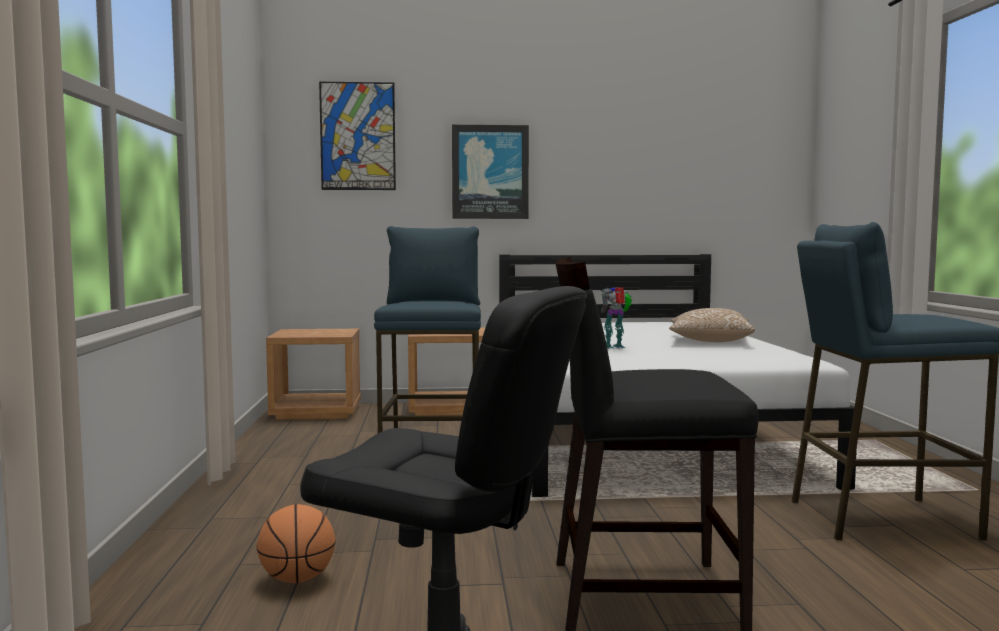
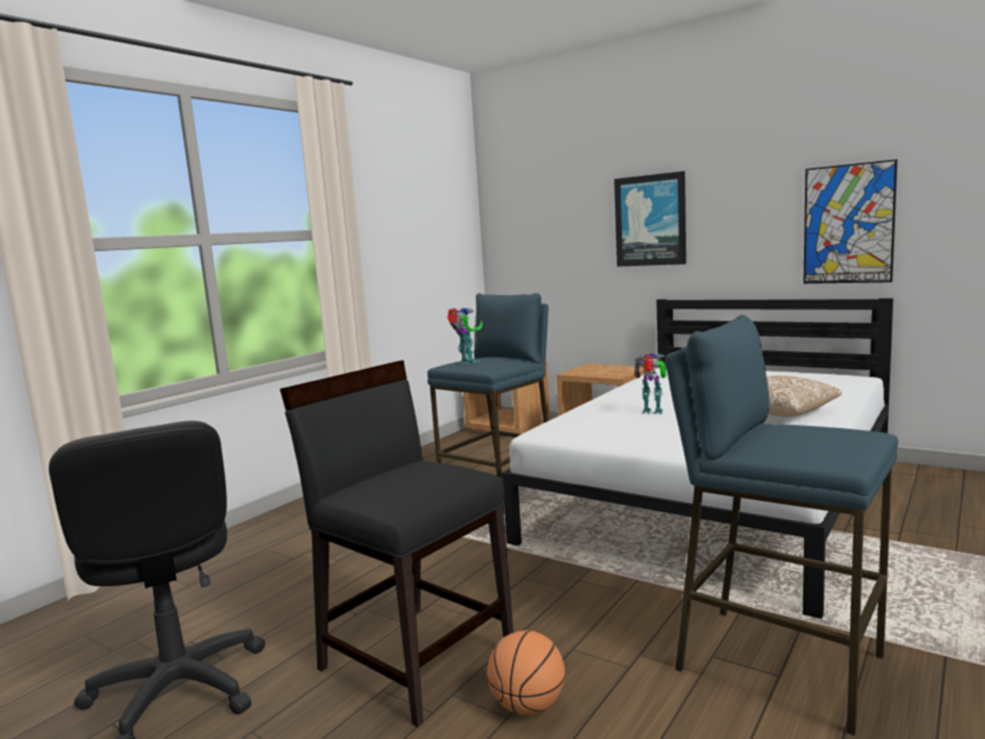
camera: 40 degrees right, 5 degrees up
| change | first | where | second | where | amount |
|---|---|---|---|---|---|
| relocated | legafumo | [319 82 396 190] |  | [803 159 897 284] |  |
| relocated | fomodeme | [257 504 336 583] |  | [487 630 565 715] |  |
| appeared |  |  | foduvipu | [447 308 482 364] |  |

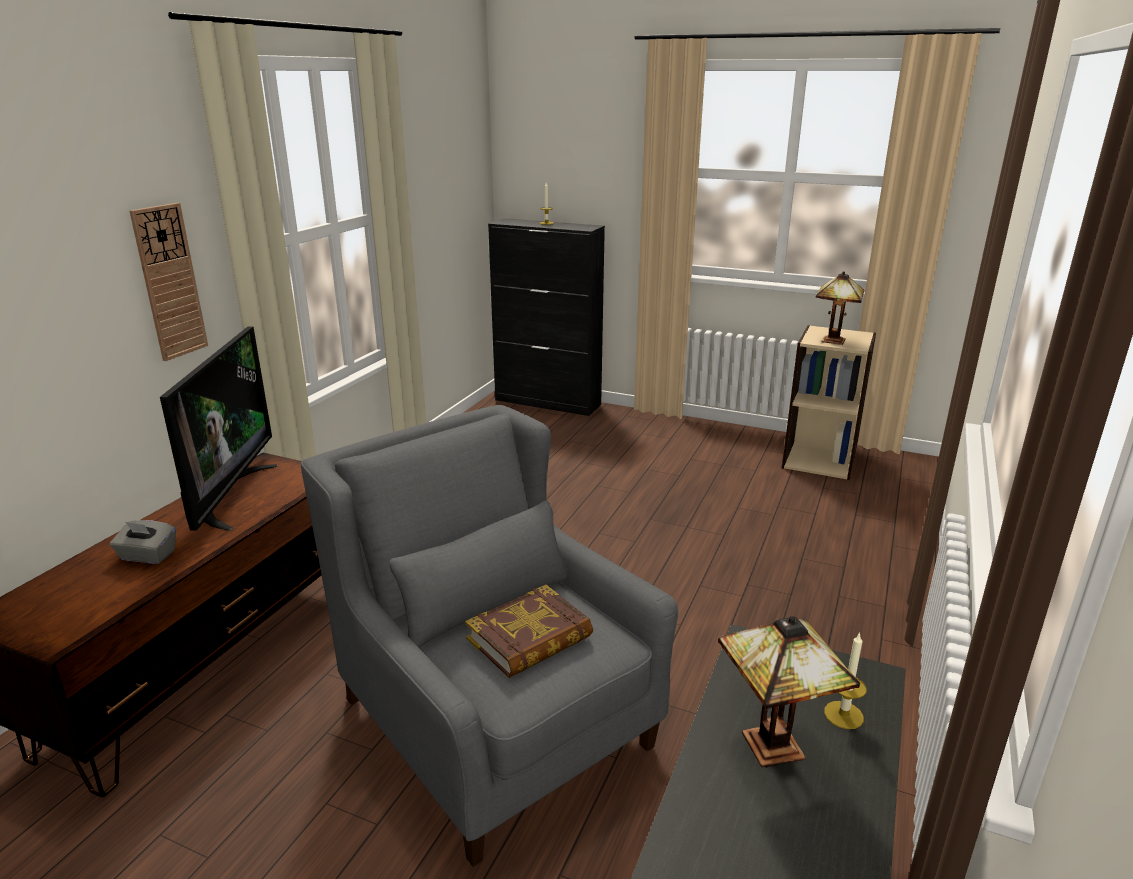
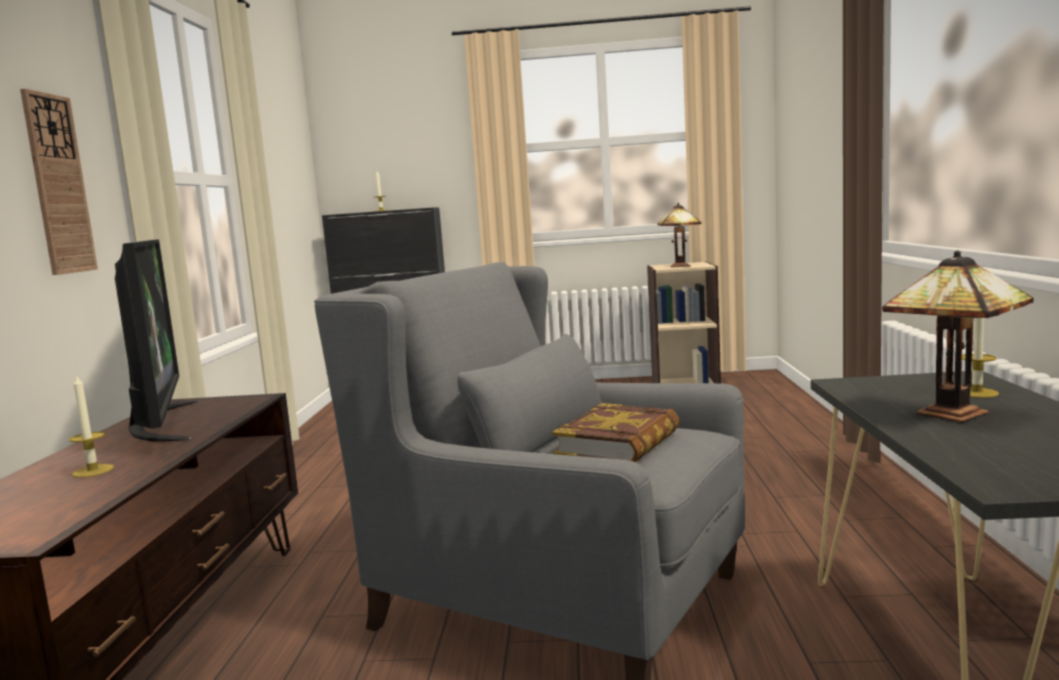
camera: 20 degrees left, 15 degrees down
| change | first | where | second | where | amount |
|---|---|---|---|---|---|
| exchanged | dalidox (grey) | [110 520 176 564] | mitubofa | [69 374 114 478] |  |

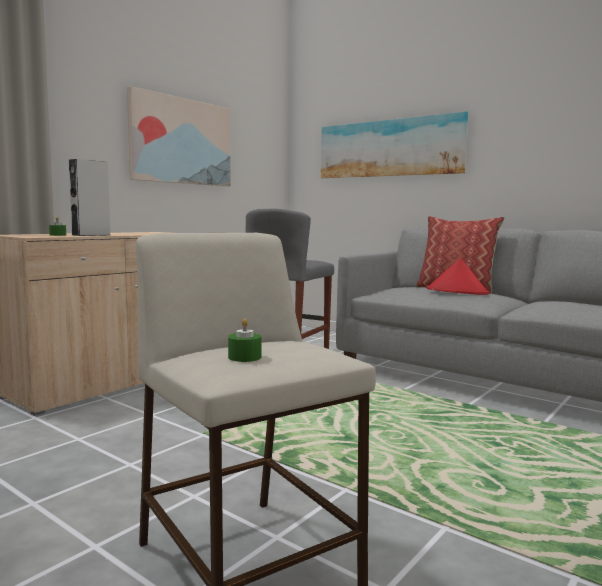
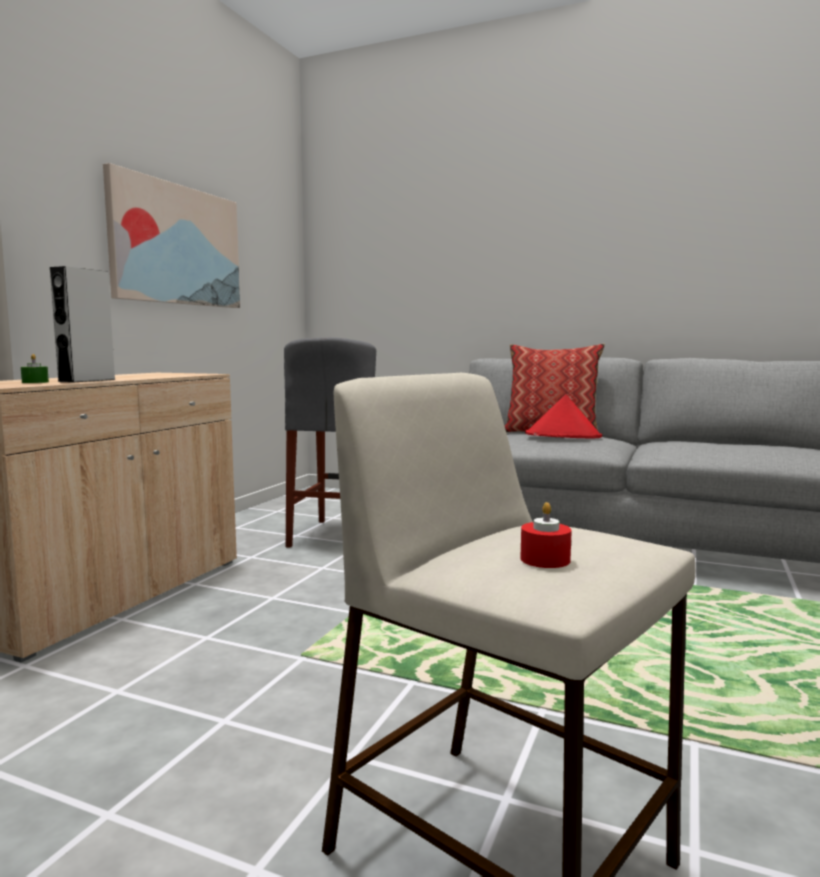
camera: 15 degrees left, 0 degrees up
| change | first | where | second | where | amount |
|---|---|---|---|---|---|
| missing | legafumo | [321 111 468 178] |  |  |  |
| colour | mitubofa (green) | [228 318 262 362] | mitubofa (red) | [520 502 572 568] |  |

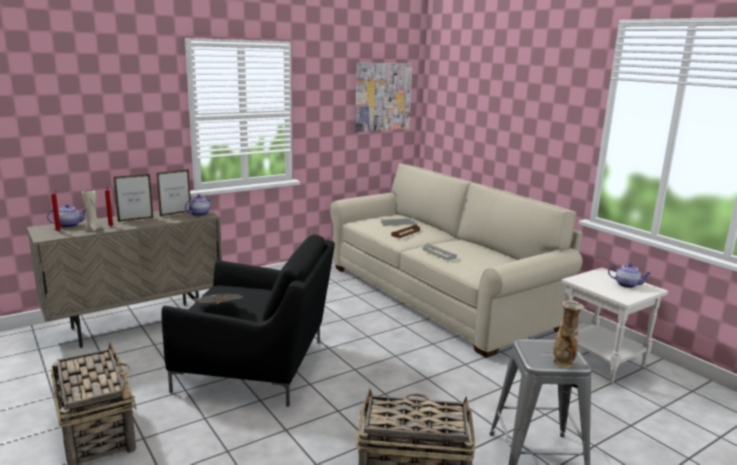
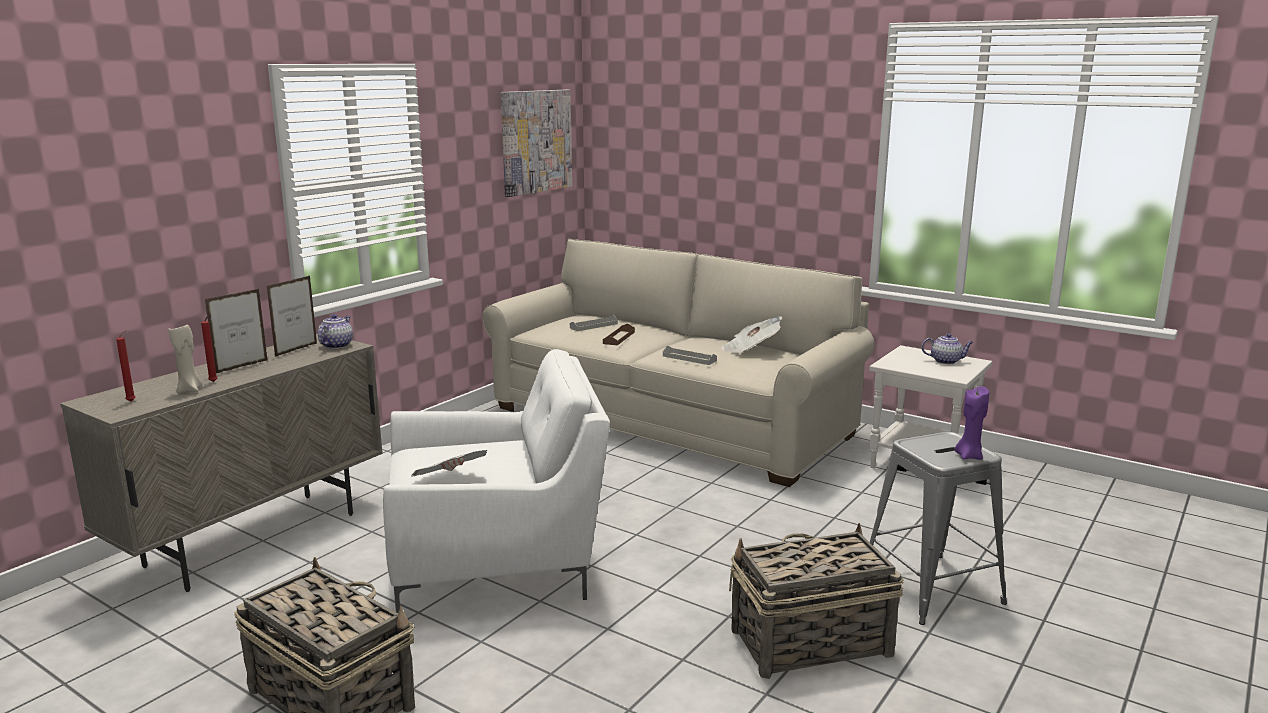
camera: 20 degrees left, 0 degrees up
| change | first | where | second | where | amount |
|---|---|---|---|---|---|
| missing | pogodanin | [47 204 86 228] |  |  |  |
| colour | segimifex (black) | [161 234 335 407] | segimifex (white) | [383 349 610 613] |  |
| exchanged | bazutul | [553 300 584 368] | mitubofa (purple) | [955 386 989 460] |  |
| appeared |  |  | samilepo | [721 317 783 354] |  |

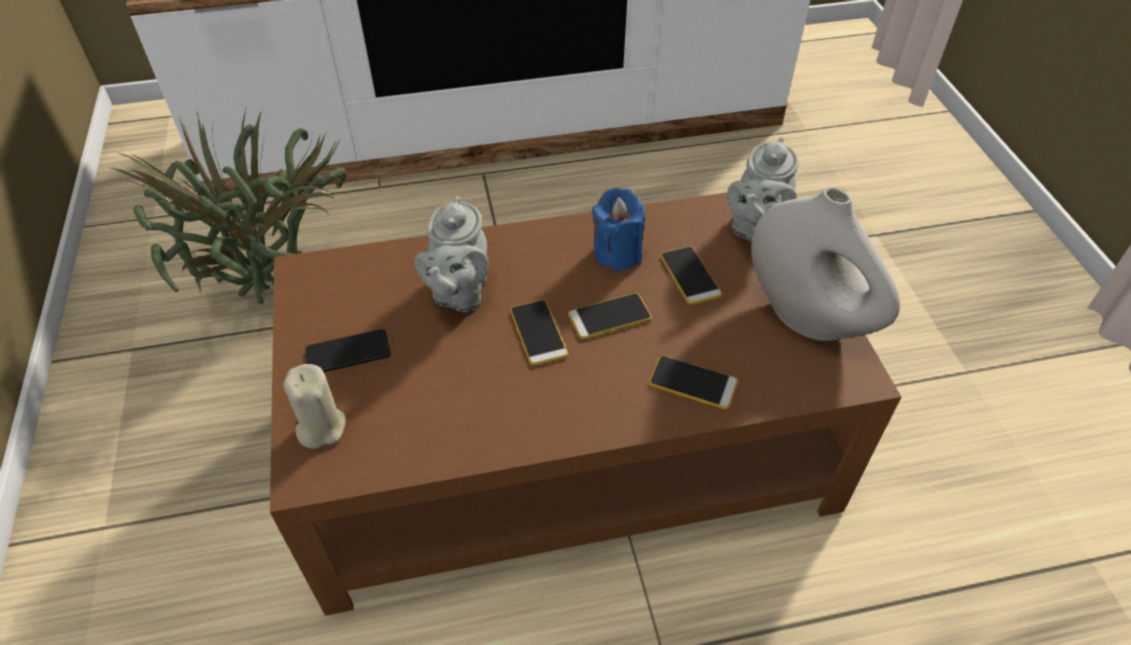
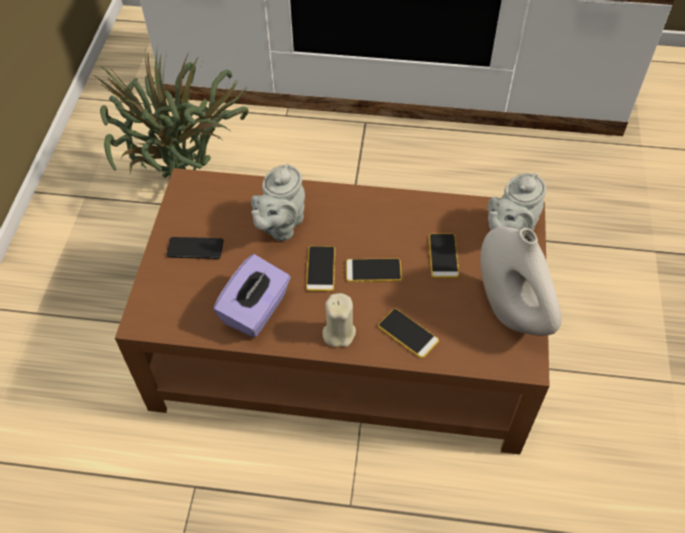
camera: 20 degrees right, 5 degrees up
| change | first | where | second | where | amount |
|---|---|---|---|---|---|
| missing | mitubofa (blue) | [592 188 645 271] |  |  |  |
| relocated | mitubofa (beige) | [283 364 346 449] |  | [322 293 356 347] |  |
| appeared |  |  | dalidox (purple) | [213 254 291 337] |  |

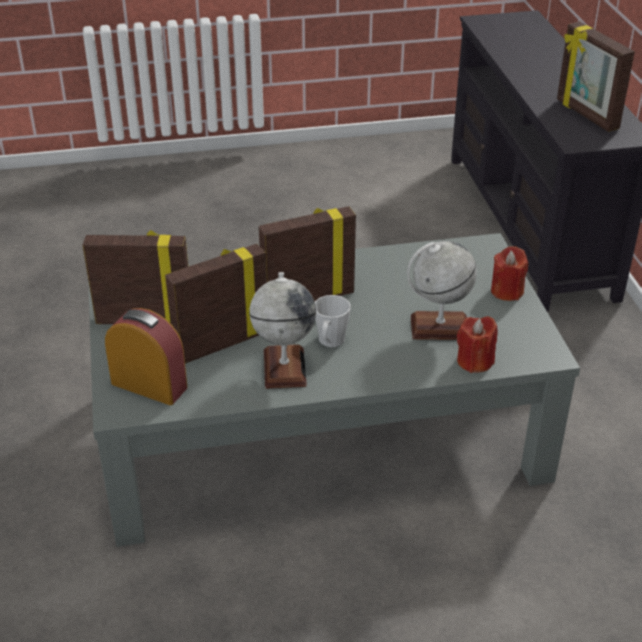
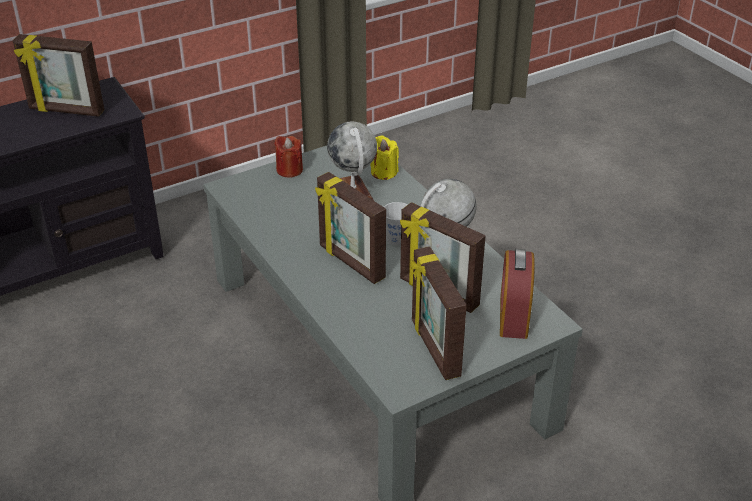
camera: 110 degrees left, 0 degrees up
| change | first | where | second | where | amount |
|---|---|---|---|---|---|
| spun | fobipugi | [557 22 635 132] |  | [13 34 104 117] | 60 degrees clockwise |
| colour | mitubofa (red) | [457 316 498 373] | mitubofa (yellow) | [371 135 399 180] |  |

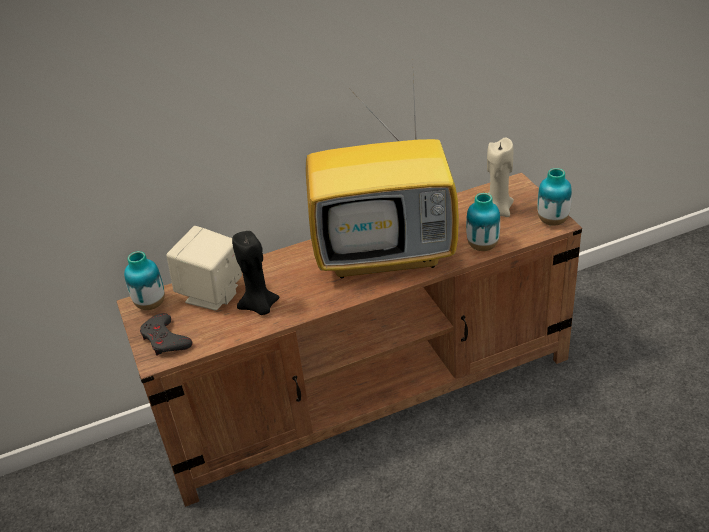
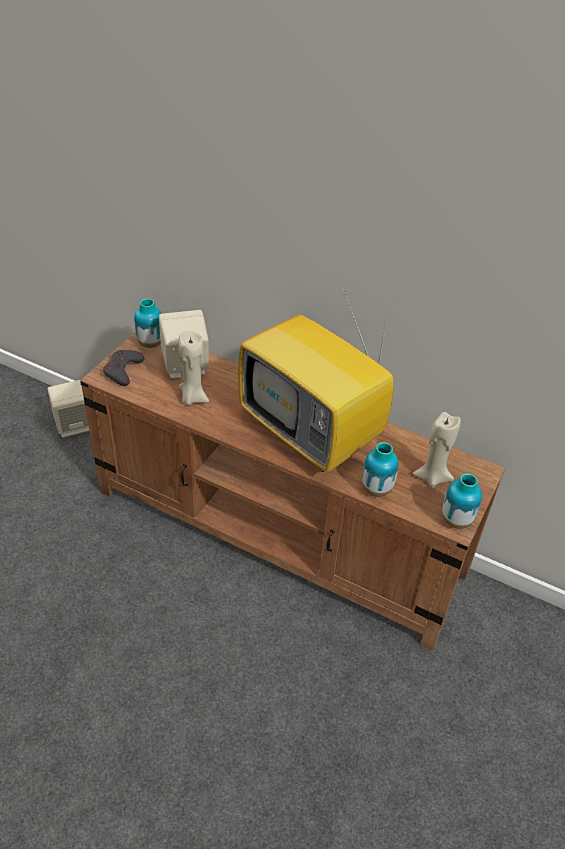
camera: 45 degrees right, 5 degrees up
| change | first | where | second | where | amount |
|---|---|---|---|---|---|
| colour | mitubofa (black) | [232 231 280 315] | mitubofa (beige) | [178 331 209 406] |  |
| appeared |  |  | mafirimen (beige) | [47 380 89 438] |  |

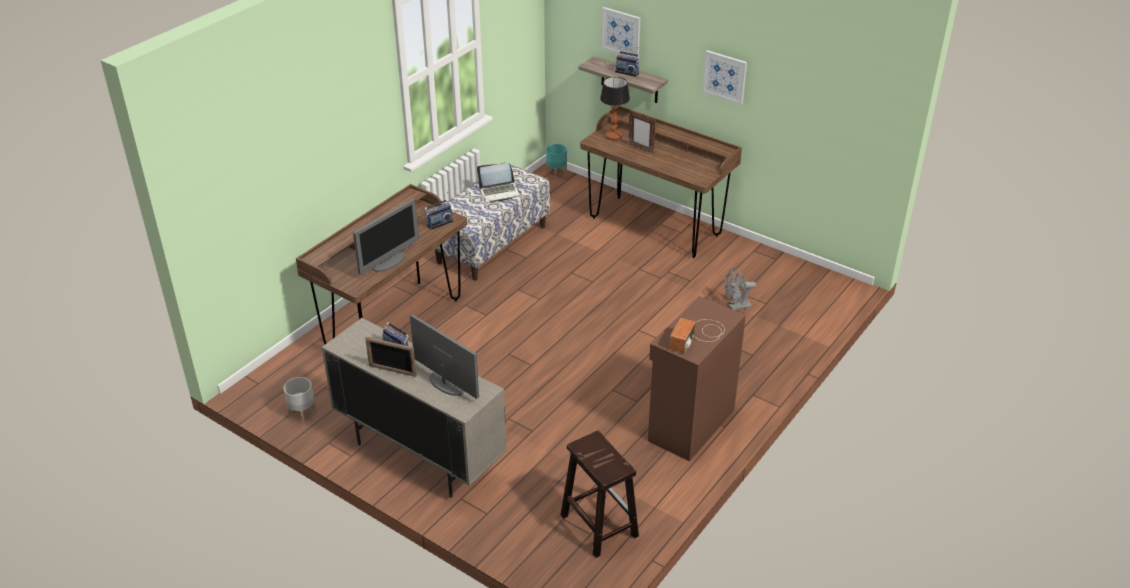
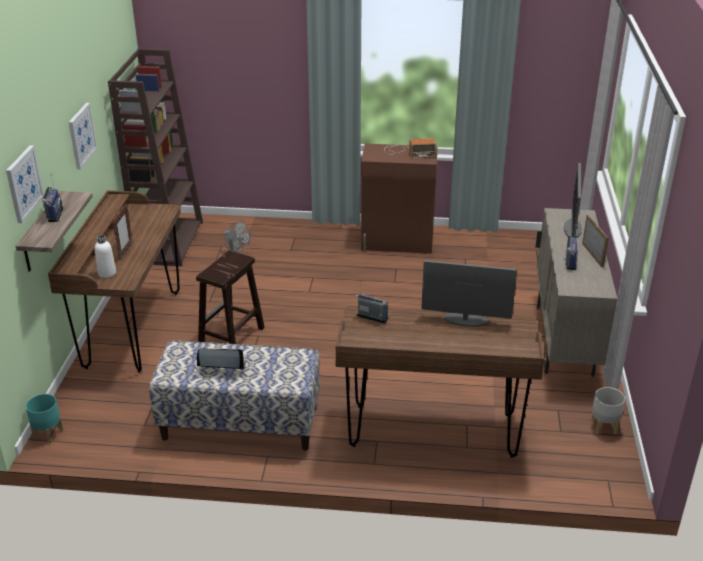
camera: 120 degrees left, 5 degrees down
| change | first | where | second | where | amount |
|---|---|---|---|---|---|
| exchanged | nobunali | [600 77 630 140] | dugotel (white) | [95 235 116 278] |  |
| spun | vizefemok | [477 163 522 202] |  | [197 348 246 370] | 45 degrees counterclockwise |
| relocated | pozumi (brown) | [561 431 639 558] |  | [196 251 265 344] |  |
| appeared |  |  | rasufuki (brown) | [108 48 203 266] |  |

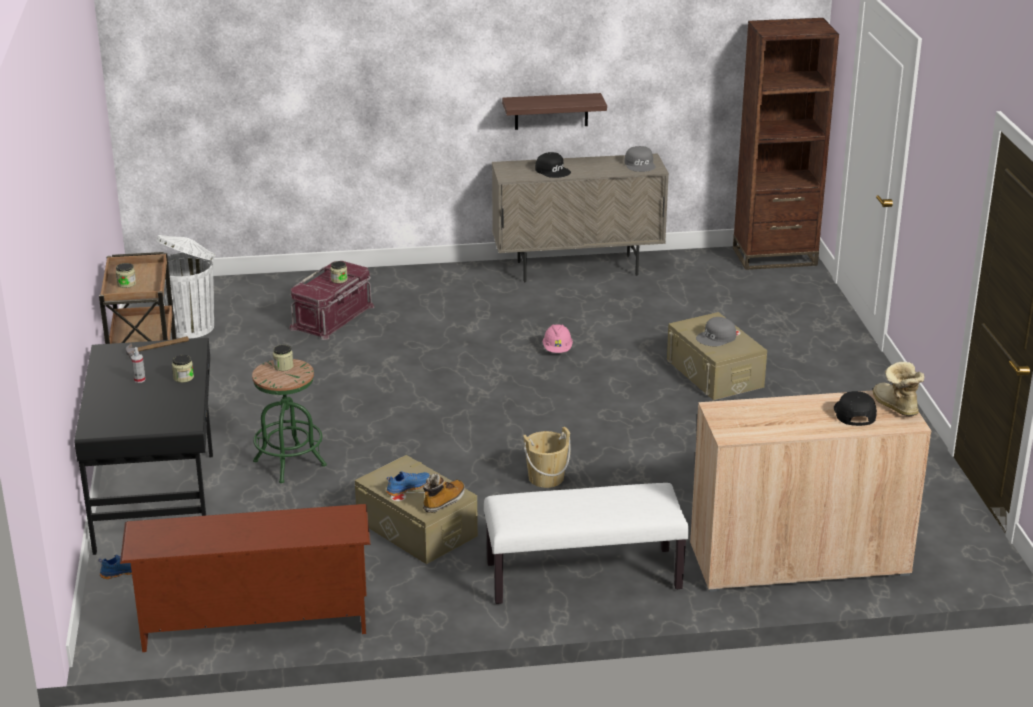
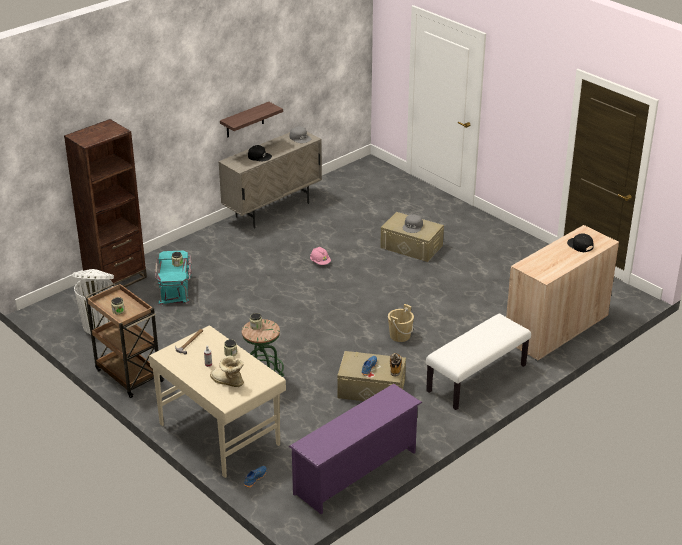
camera: 35 degrees left, 5 degrees up
| change | first | where | second | where | amount |
|---|---|---|---|---|---|
| relocated | rasufuki (brown) | [733 18 839 270] |  | [64 119 147 287] |  |
| colour | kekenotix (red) | [289 261 375 340] | kekenotix (turquoise) | [155 251 192 305] |  |
| colour | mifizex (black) | [75 338 213 555] | mifizex (beige) | [149 325 286 478] |  |
| relocated | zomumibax | [873 362 924 416] |  | [210 355 244 387] |  |
| colour | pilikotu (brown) | [120 504 371 652] | pilikotu (purple) | [289 383 422 514] |  |

